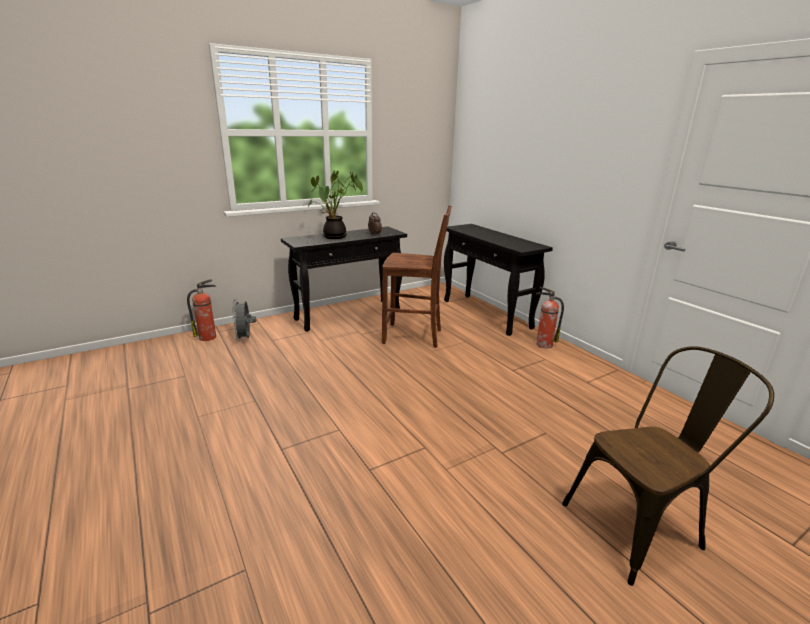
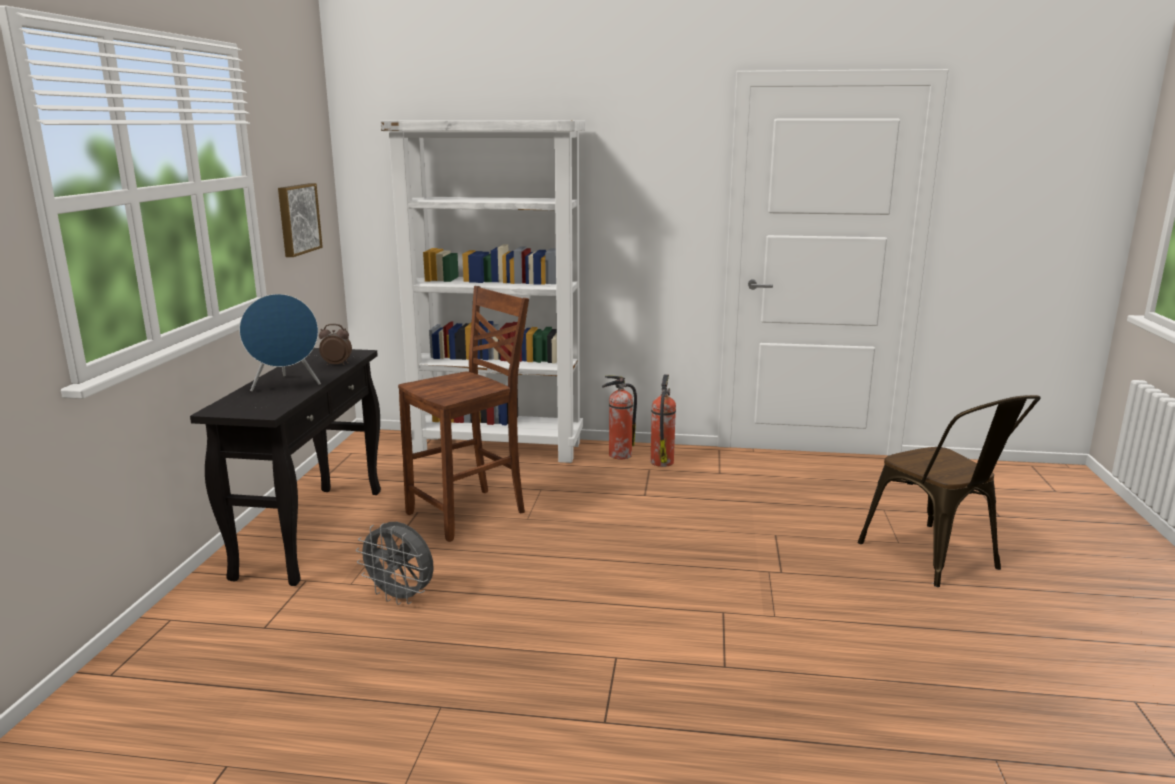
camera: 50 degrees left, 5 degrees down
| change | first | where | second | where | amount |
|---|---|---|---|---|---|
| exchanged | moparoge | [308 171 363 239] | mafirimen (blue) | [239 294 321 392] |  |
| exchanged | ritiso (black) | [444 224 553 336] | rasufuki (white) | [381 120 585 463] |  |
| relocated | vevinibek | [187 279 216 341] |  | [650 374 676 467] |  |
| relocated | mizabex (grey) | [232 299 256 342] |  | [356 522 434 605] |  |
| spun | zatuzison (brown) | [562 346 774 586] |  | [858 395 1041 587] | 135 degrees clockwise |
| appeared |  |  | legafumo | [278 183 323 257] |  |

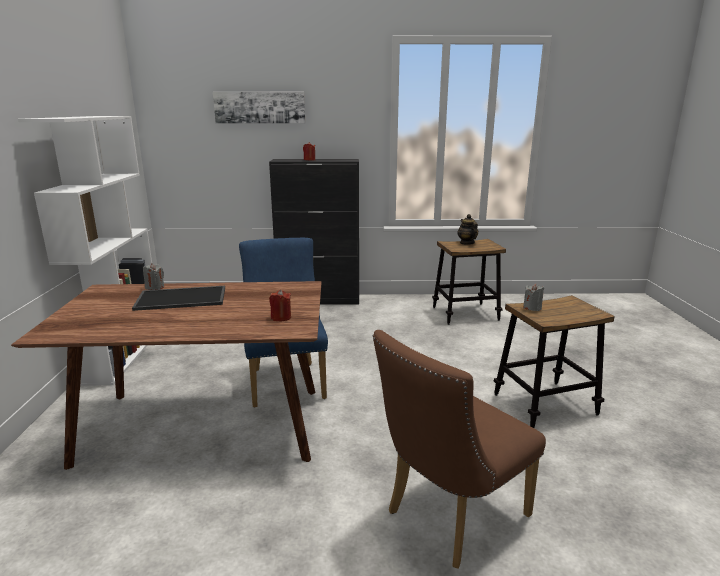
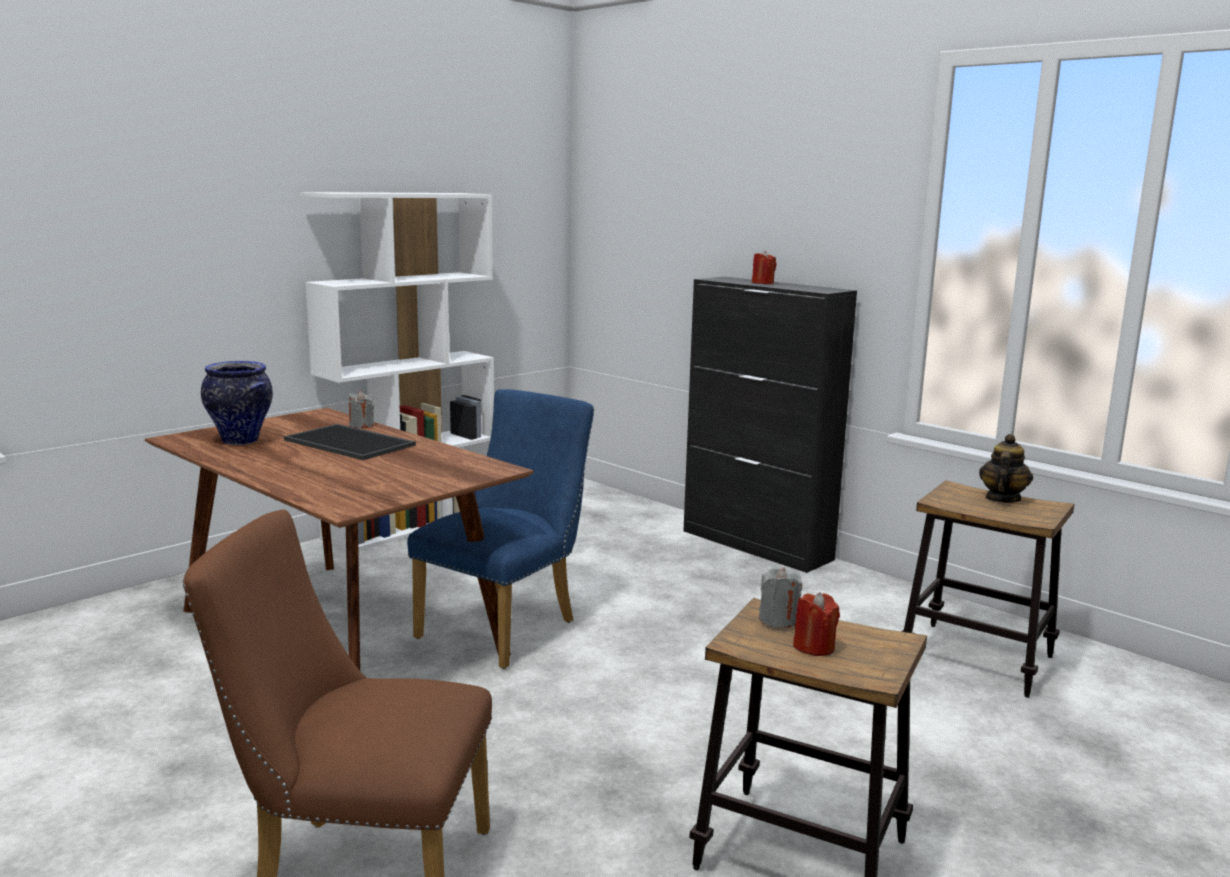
camera: 45 degrees right, 5 degrees down
| change | first | where | second | where | amount |
|---|---|---|---|---|---|
| missing | legafumo | [213 92 305 124] |  |  |  |
| relocated | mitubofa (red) | [269 290 291 321] |  | [793 592 840 656] |  |
| appeared |  |  | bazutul | [201 361 273 445] |  |

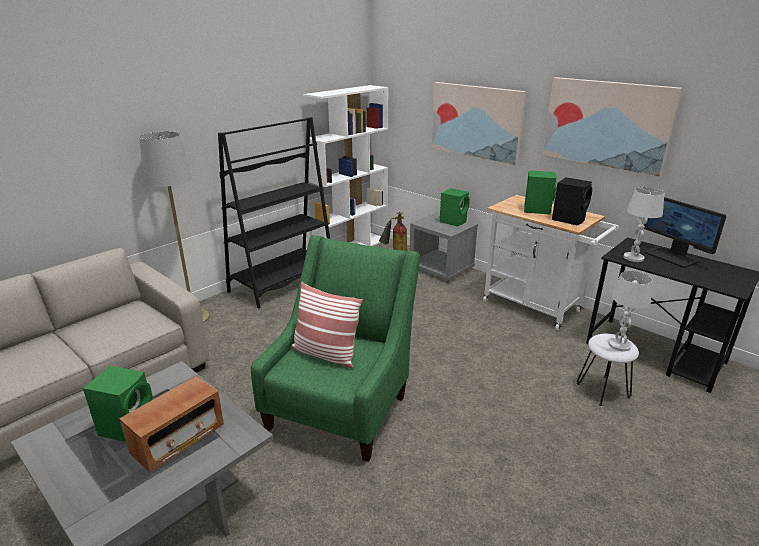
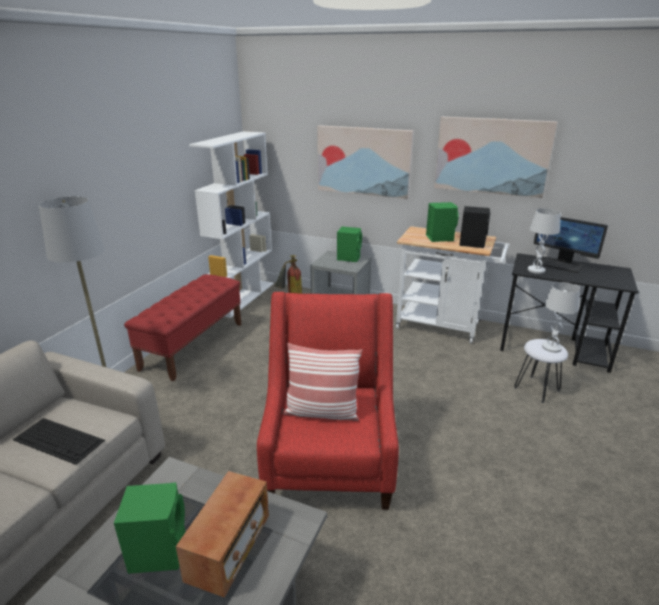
camera: 20 degrees left, 0 degrees up
| change | first | where | second | where | amount |
|---|---|---|---|---|---|
| exchanged | rasufuki (black) | [218 117 330 308] | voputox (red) | [124 274 242 381] |  |
| colour | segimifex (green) | [251 235 420 462] | segimifex (red) | [257 292 399 510] |  |
| appeared |  |  | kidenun | [13 418 105 465] |  |

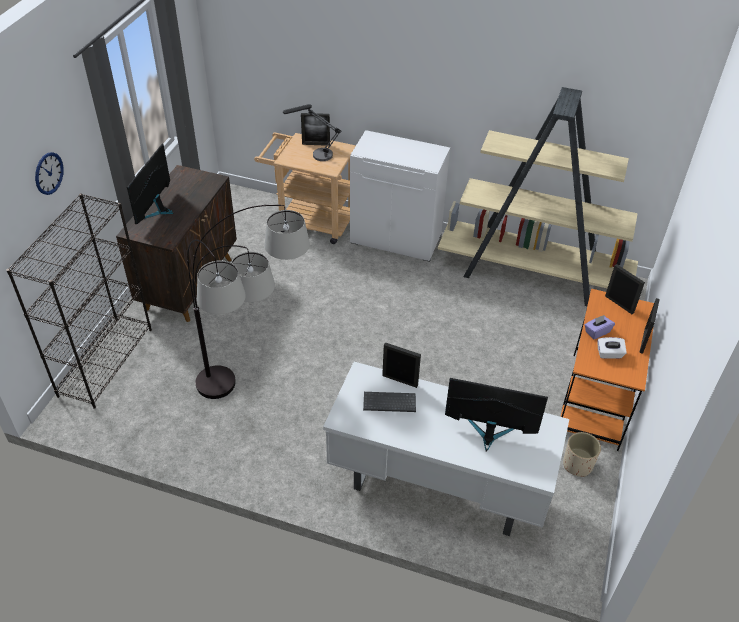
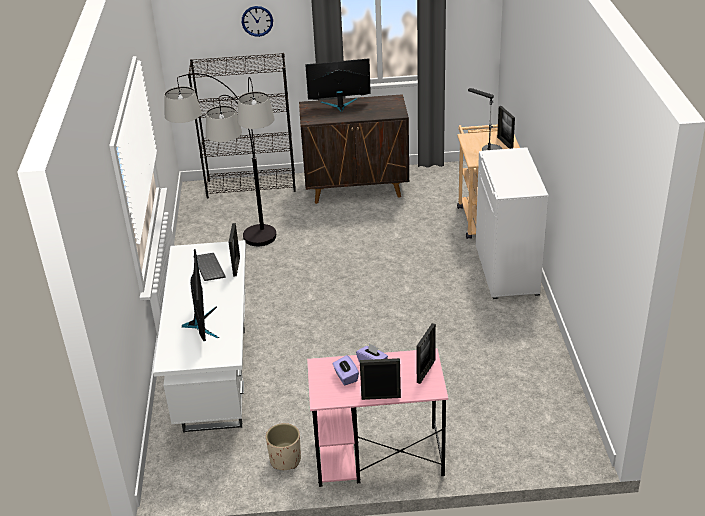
camera: 70 degrees right, 10 degrees down
| change | first | where | second | where | amount |
|---|---|---|---|---|---|
| missing | rasufuki (beige) | [438 87 638 306] |  |  |  |
| colour | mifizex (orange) | [560 289 654 451] | mifizex (pink) | [307 349 448 487] |  |
| colour | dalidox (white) | [597 337 627 359] | dalidox (purple) | [332 355 359 385] |  |

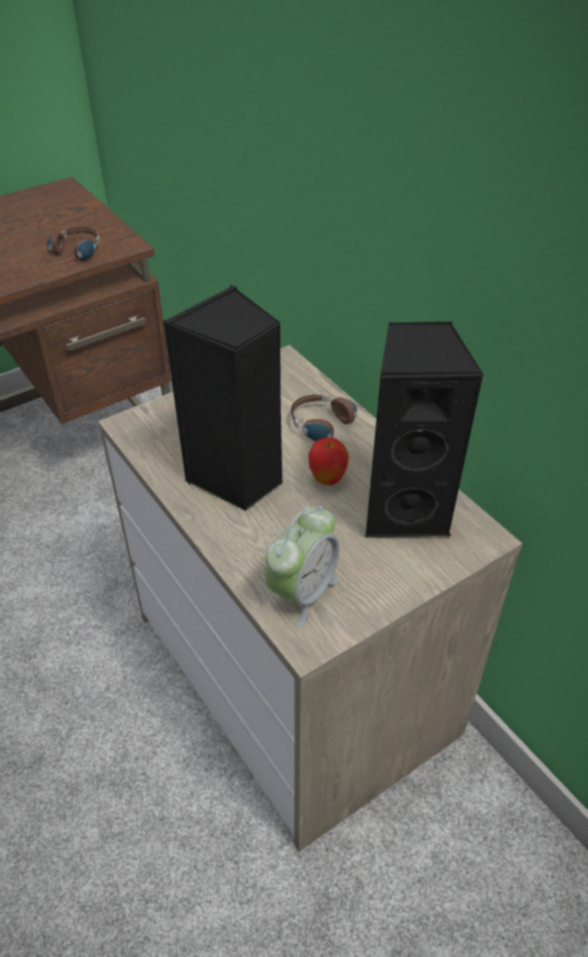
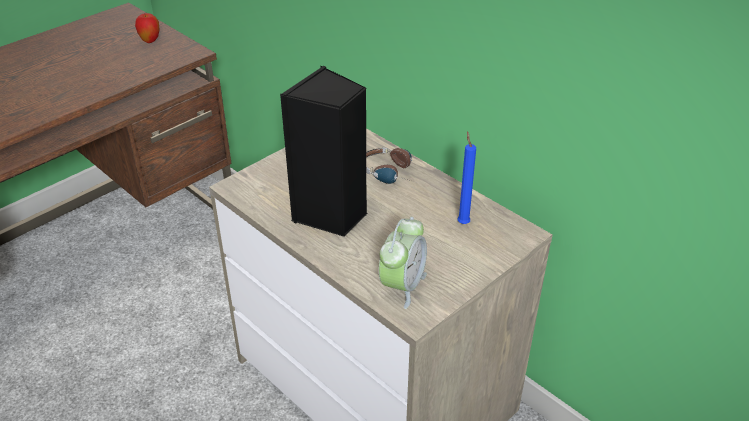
camera: 10 degrees left, 5 degrees down
| change | first | where | second | where | amount |
|---|---|---|---|---|---|
| missing | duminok | [38 227 100 261] |  |  |  |
| exchanged | mafirimen (black) | [365 322 484 538] | mitubofa (blue) | [458 131 476 224] |  |
| relocated | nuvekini | [308 437 349 485] |  | [135 13 159 43] |  |

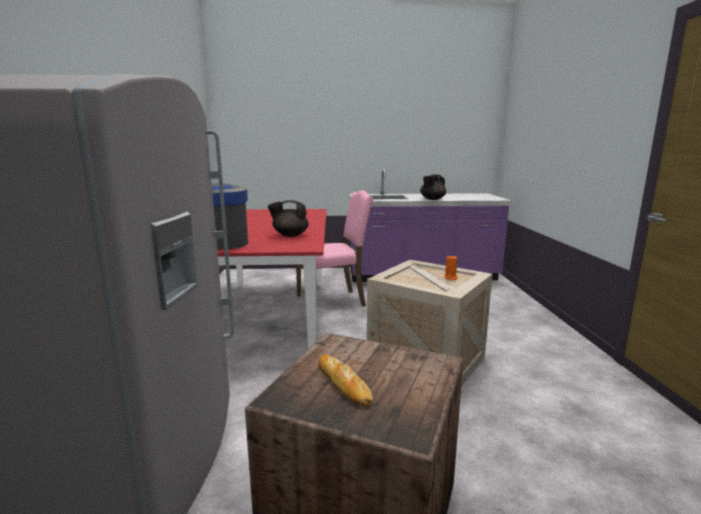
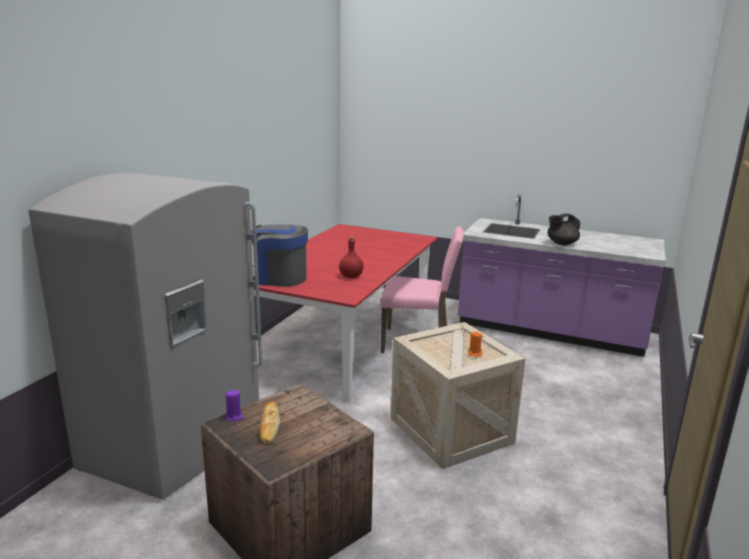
camera: 25 degrees right, 5 degrees up
| change | first | where | second | where | amount |
|---|---|---|---|---|---|
| exchanged | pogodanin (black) | [268 200 309 237] | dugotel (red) | [339 236 363 278] |  |
| appeared |  |  | mitubofa (purple) | [226 390 244 422] |  |

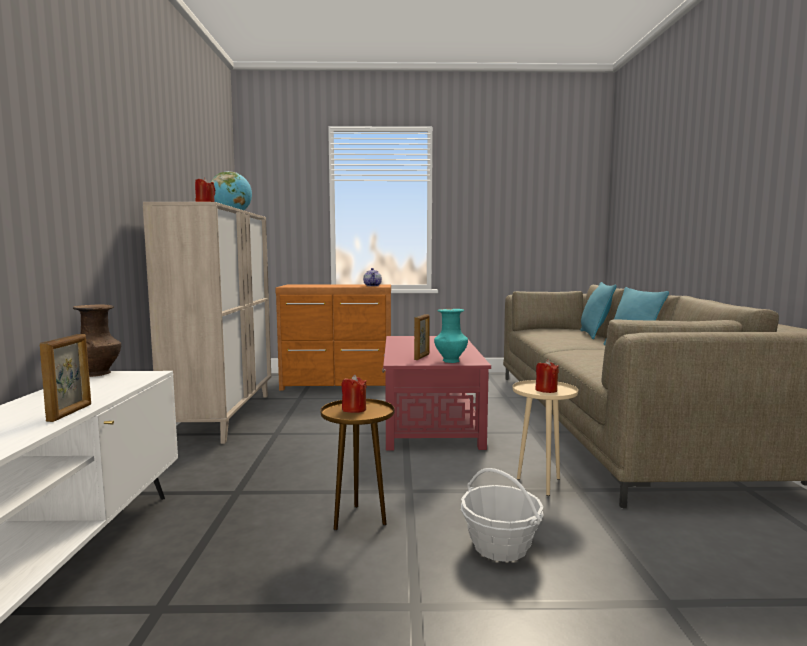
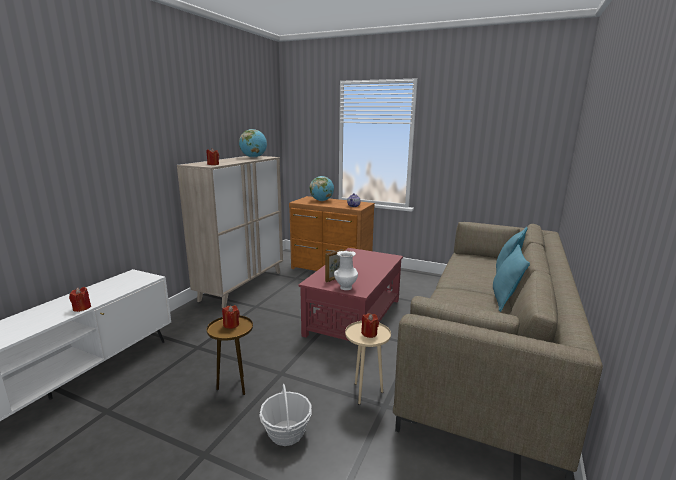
camera: 25 degrees right, 10 degrees up
| change | first | where | second | where | amount |
|---|---|---|---|---|---|
| missing | bazutul (brown) | [73 304 121 377] |  |  |  |
| colour | bazutul (turquoise) | [434 309 468 363] | bazutul (white) | [334 251 358 290] |  |
| exchanged | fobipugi | [40 334 91 422] | mitubofa (red) | [69 287 91 312] |  |
| appeared |  |  | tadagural | [310 176 334 201] |  |

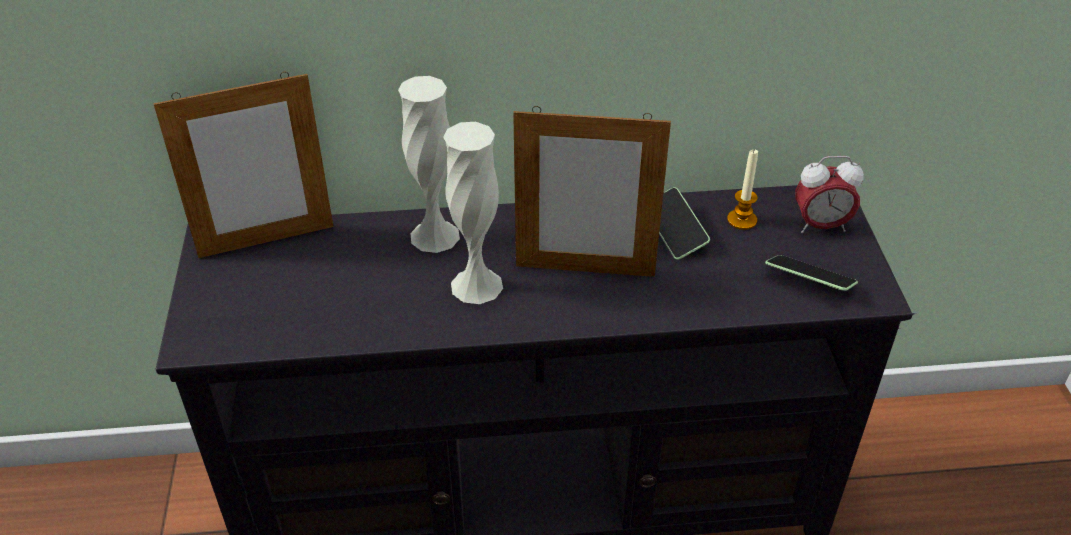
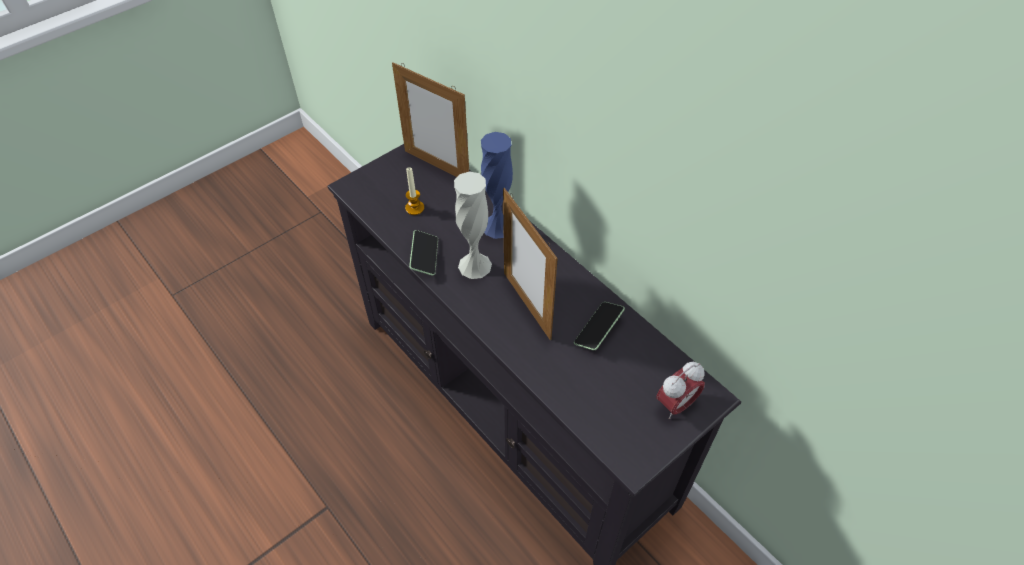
camera: 55 degrees right, 10 degrees up
| change | first | where | second | where | amount |
|---|---|---|---|---|---|
| colour | bazutul (white) | [398 76 460 253] | bazutul (blue) | [481 132 513 239] |  |
| relocated | mitubofa | [727 150 758 230] |  | [405 167 424 215] |  |
| spun | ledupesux | [795 156 864 233] |  | [657 362 705 419] | 90 degrees counterclockwise |
| relocated | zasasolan | [765 255 858 291] |  | [409 230 438 276] |  |

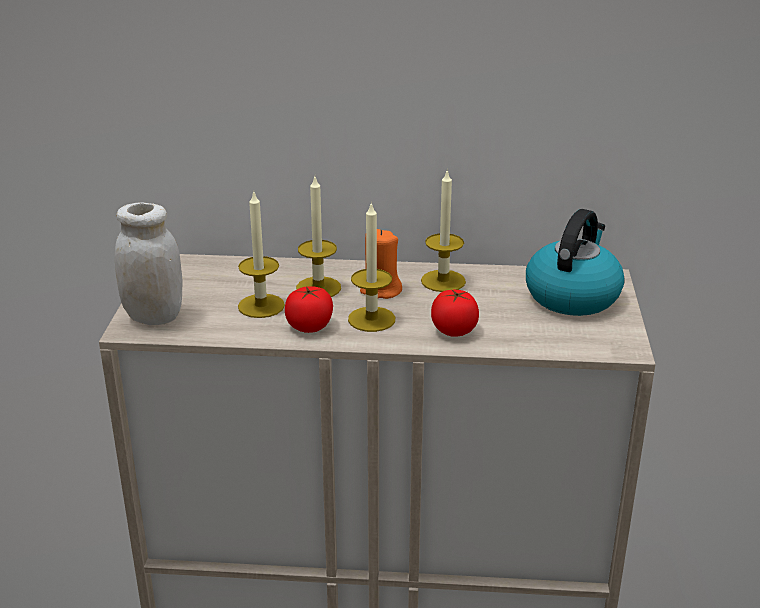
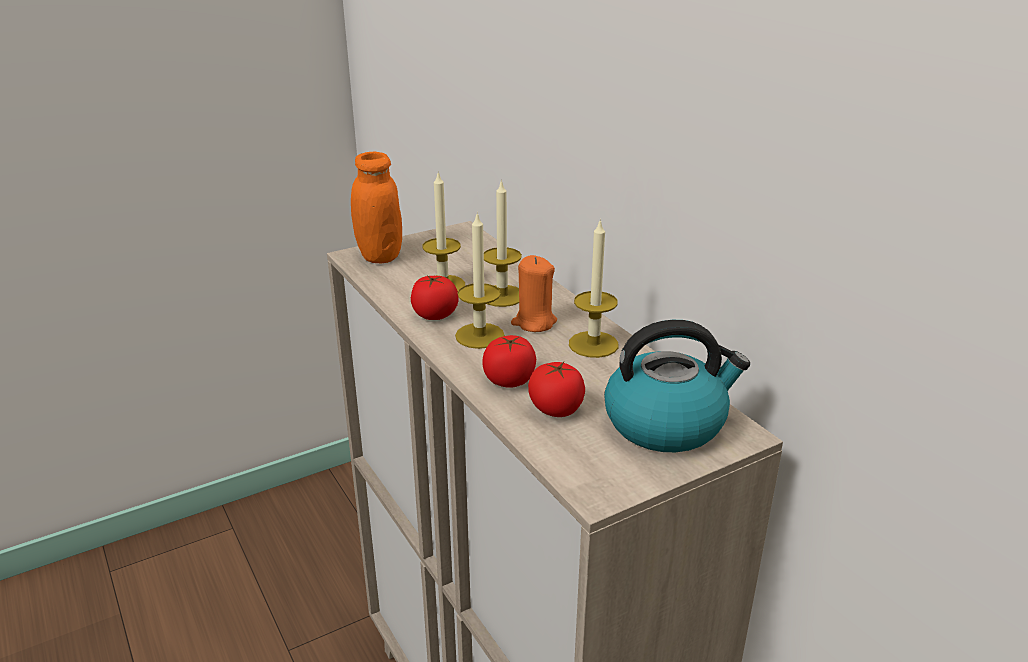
camera: 55 degrees right, 0 degrees up
| change | first | where | second | where | amount |
|---|---|---|---|---|---|
| colour | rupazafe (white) | [115 202 182 325] | rupazafe (orange) | [351 152 402 263] |  |
| appeared |  |  | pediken | [528 362 585 417] |  |

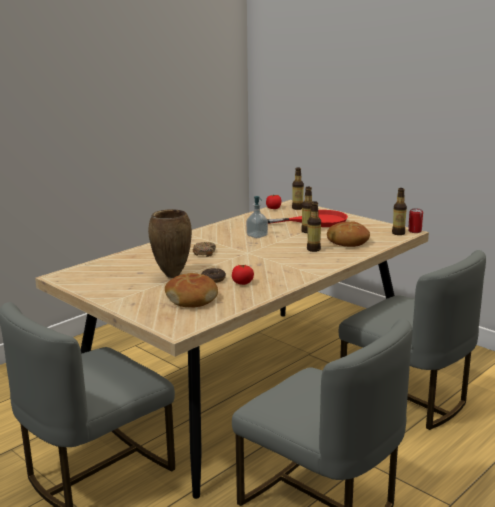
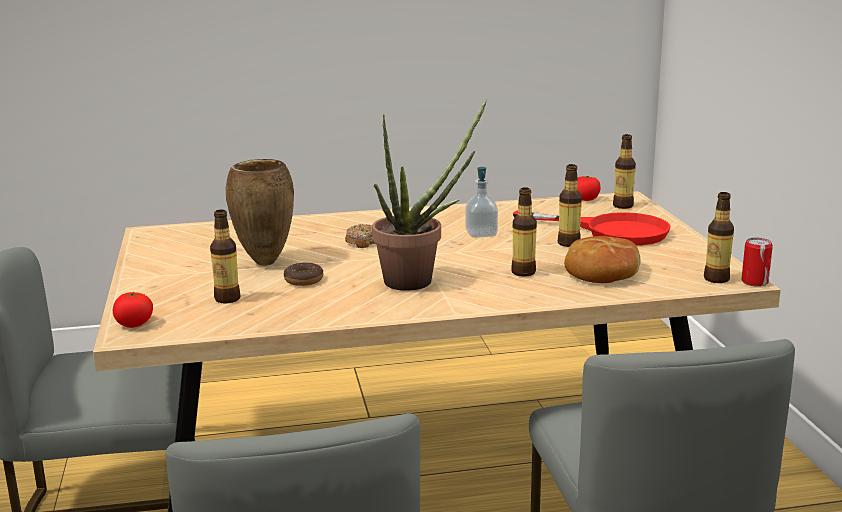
camera: 35 degrees right, 0 degrees up
| change | first | where | second | where | amount |
|---|---|---|---|---|---|
| relocated | pediken | [232 265 254 285] |  | [113 291 153 328] |  |
| exchanged | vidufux | [165 273 218 308] | dugotel | [210 210 240 304] |  |
| appeared |  |  | moparoge | [372 99 487 291] |  |

